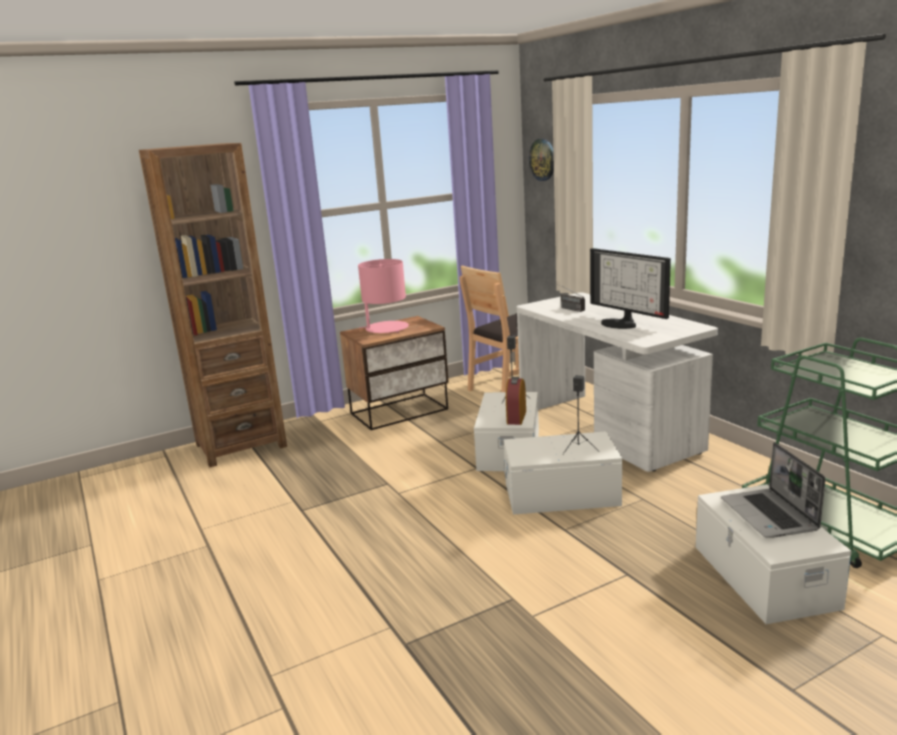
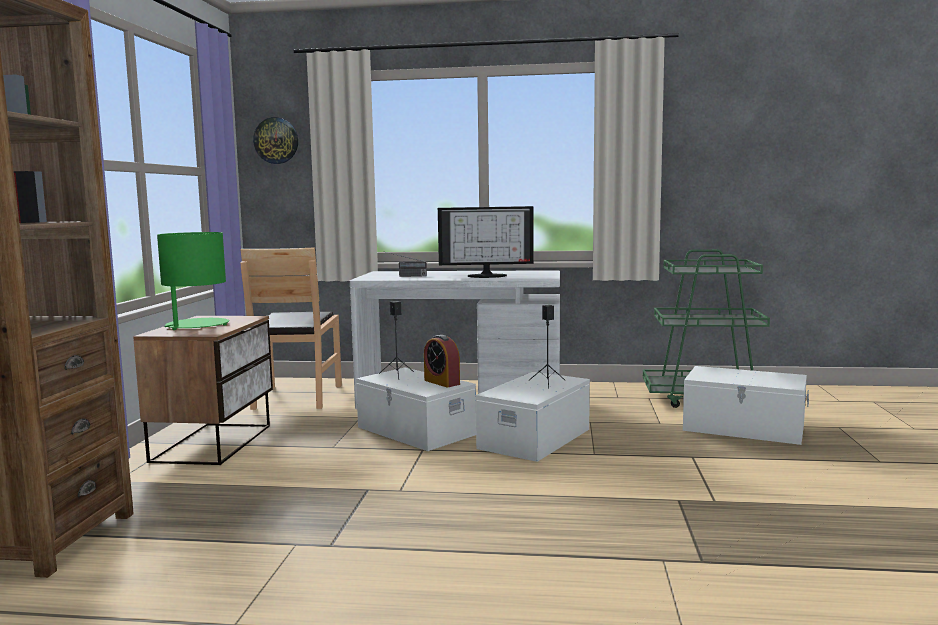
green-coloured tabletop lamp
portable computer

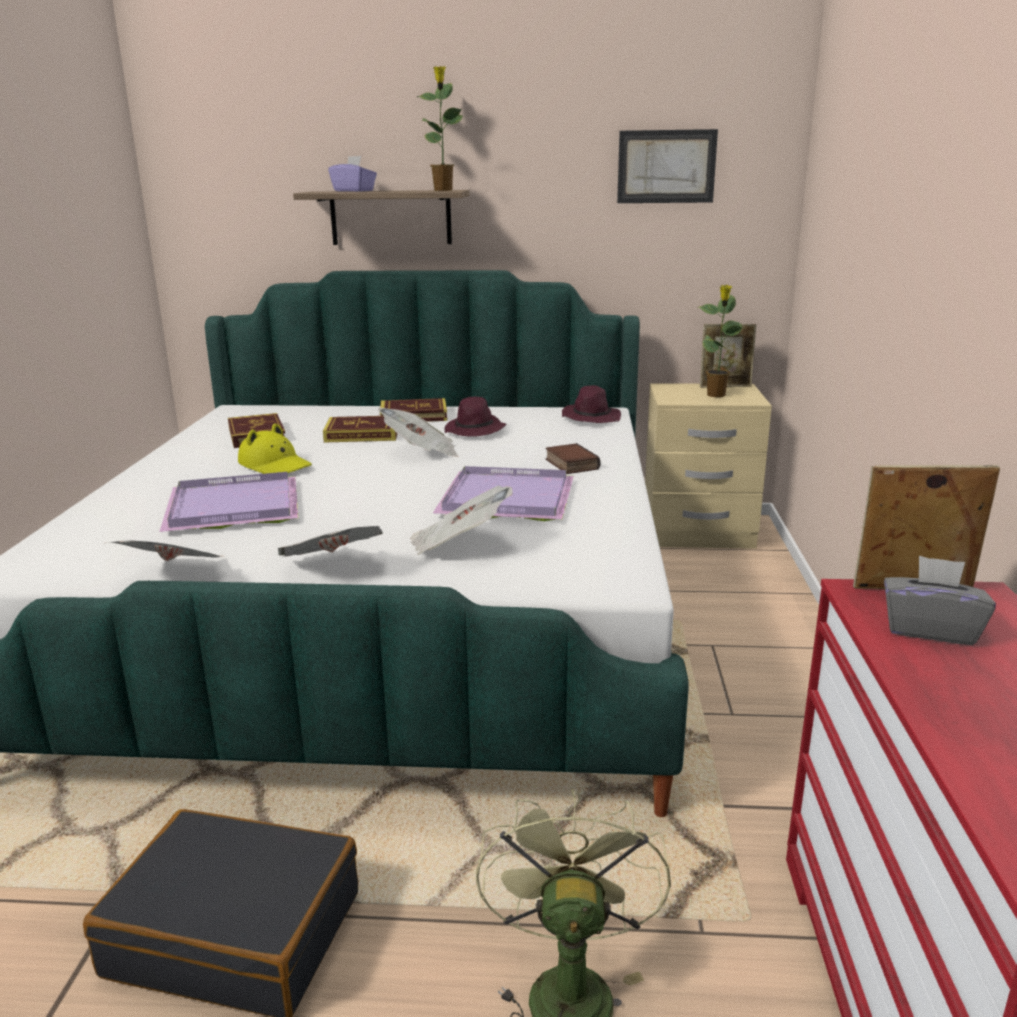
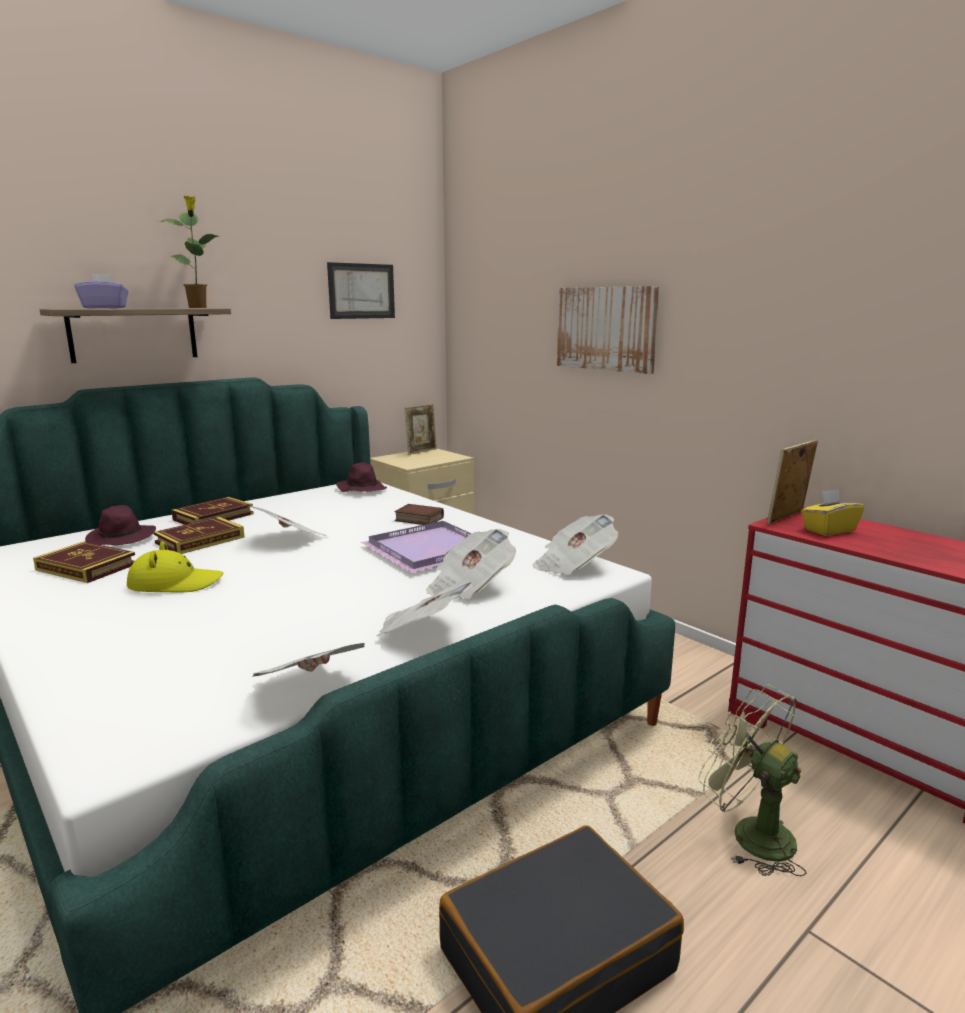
purple-coloured wearable hat (1st from left)
newspaper (5th from left)
wall art (2nd from left)
yellow-coloured tissue holder
purple-coloured carrying tray (1st from left in the first image)
houseplant (2nd from left in the first image)

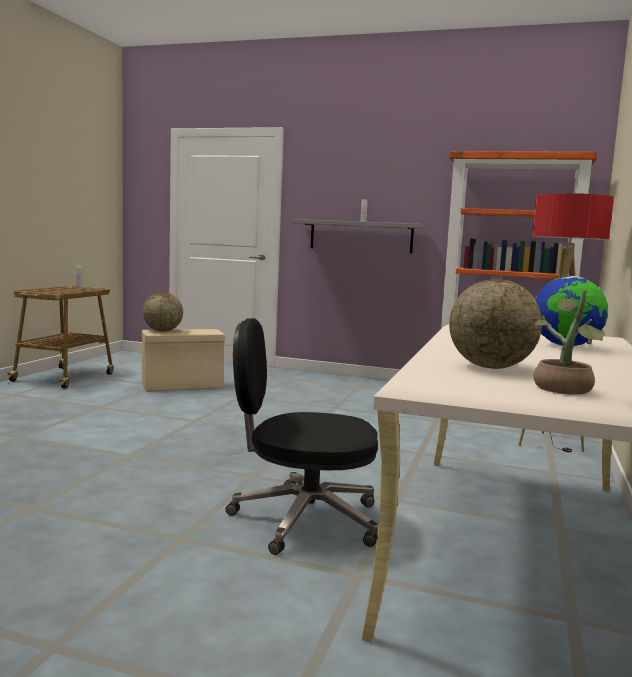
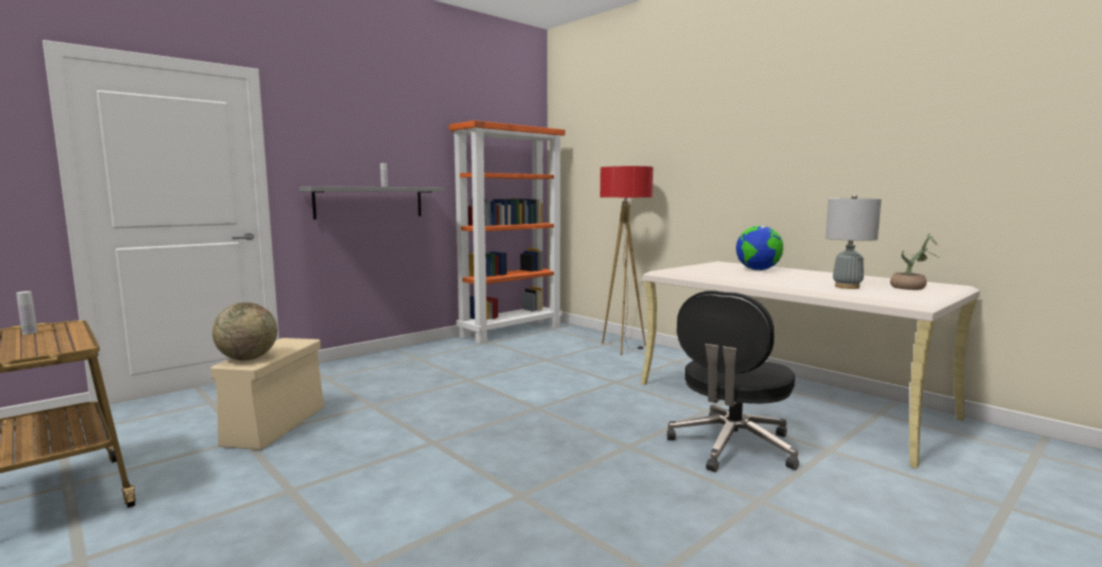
gray tabletop lamp

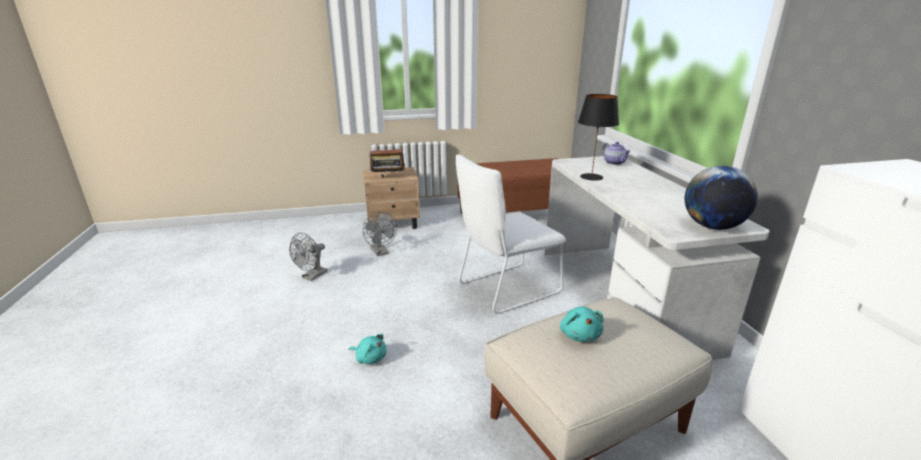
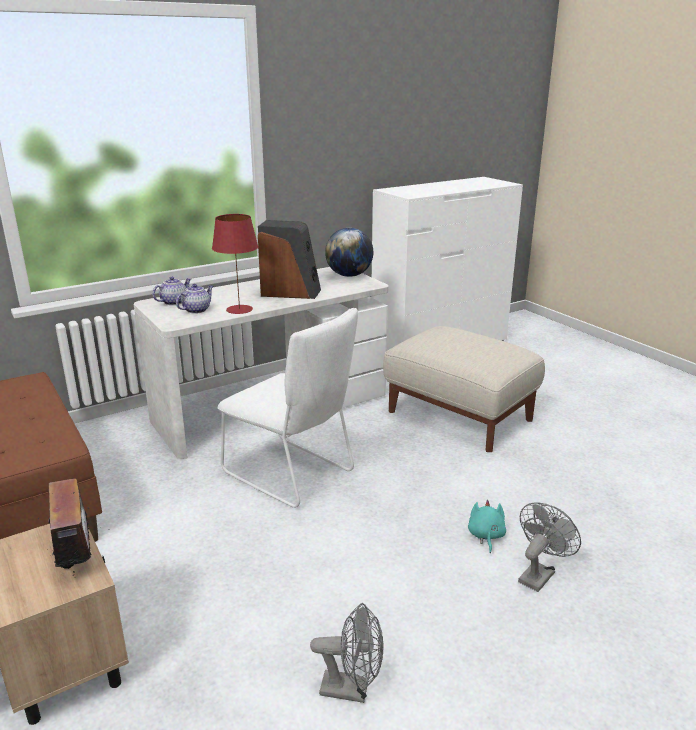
pot for tea (2nd from left)
red-coloured tabletop lamp
loudspeaker
gray electric fan (2nd from left)
turquoise-coloured cuddly toy (2nd from left in the first image)

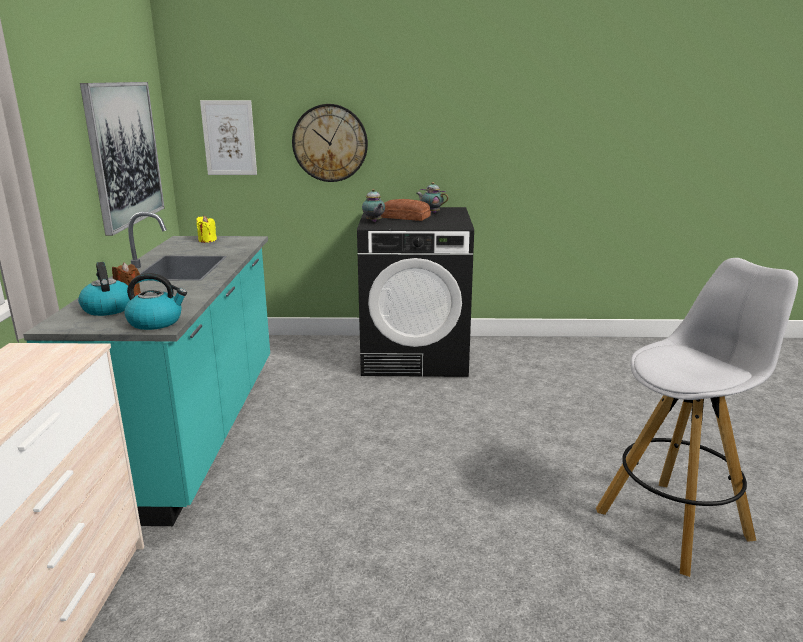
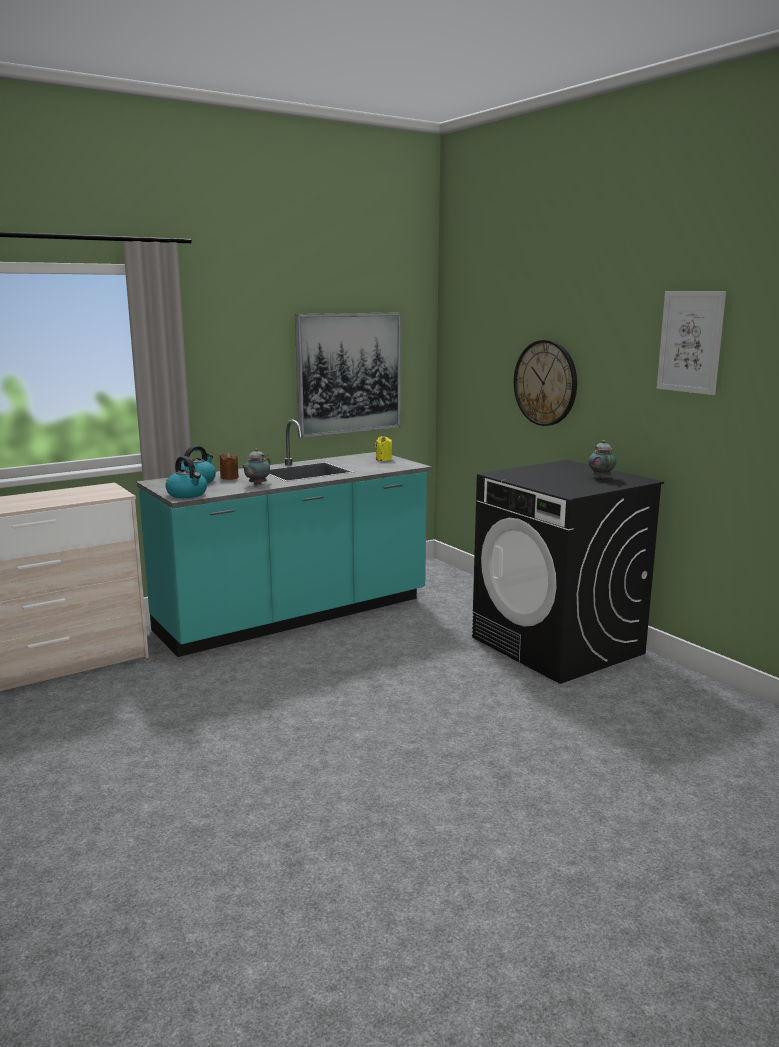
pot for tea (1st from left)
wall art (2nd from left)
bread
white-coloured stool

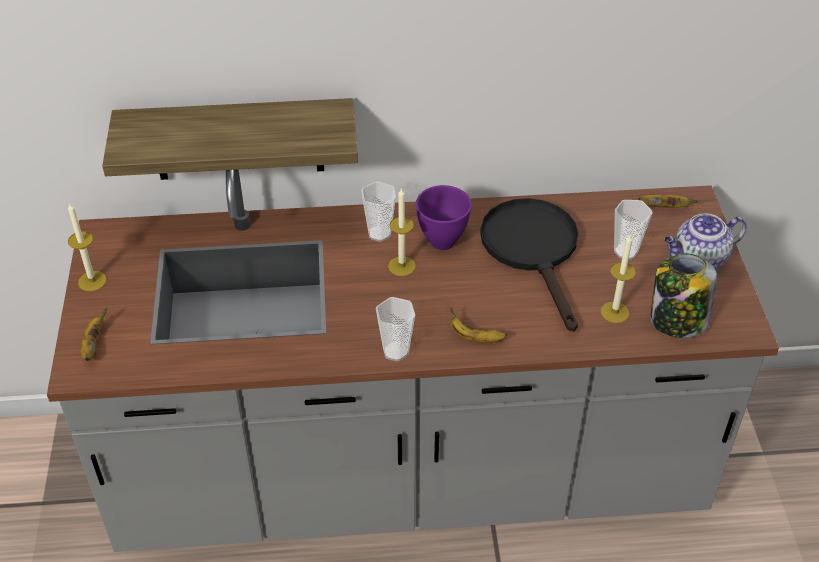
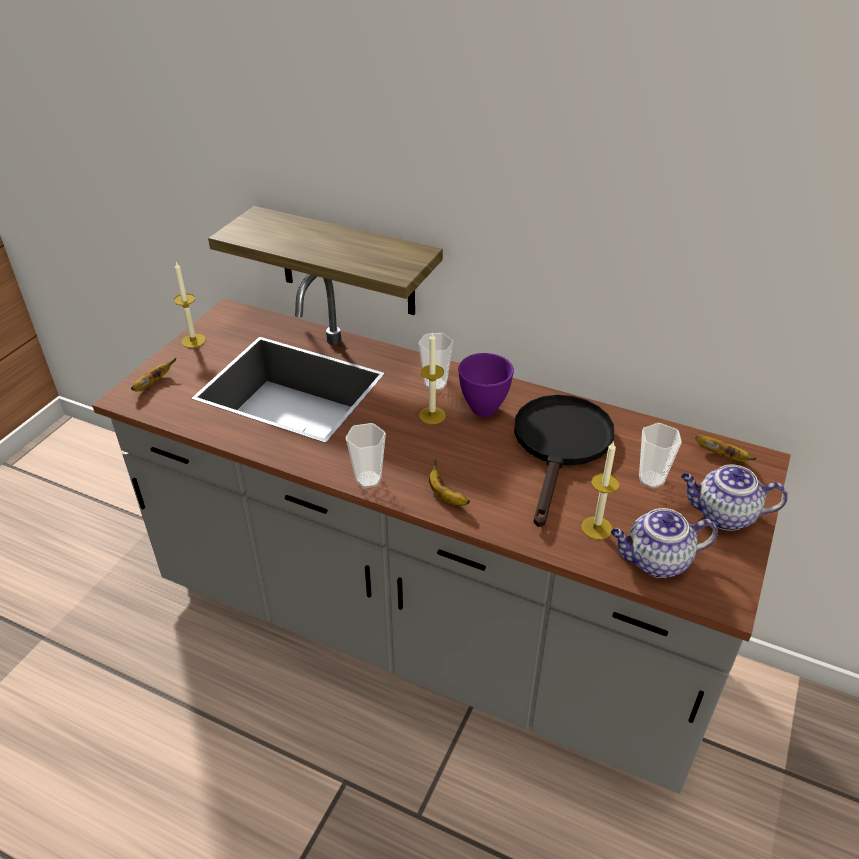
pot for tea (1st from left)

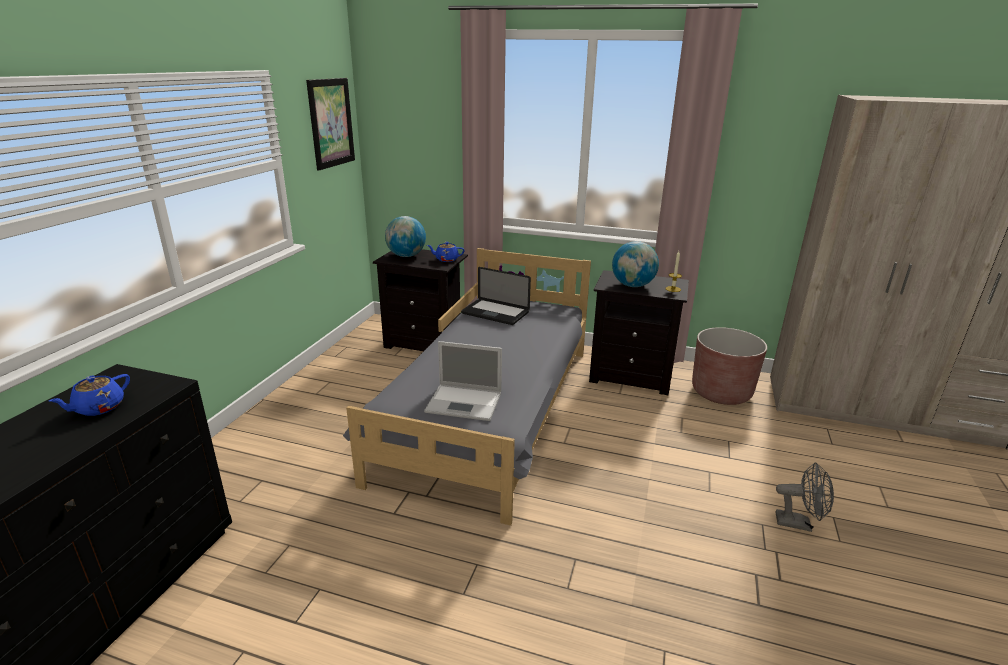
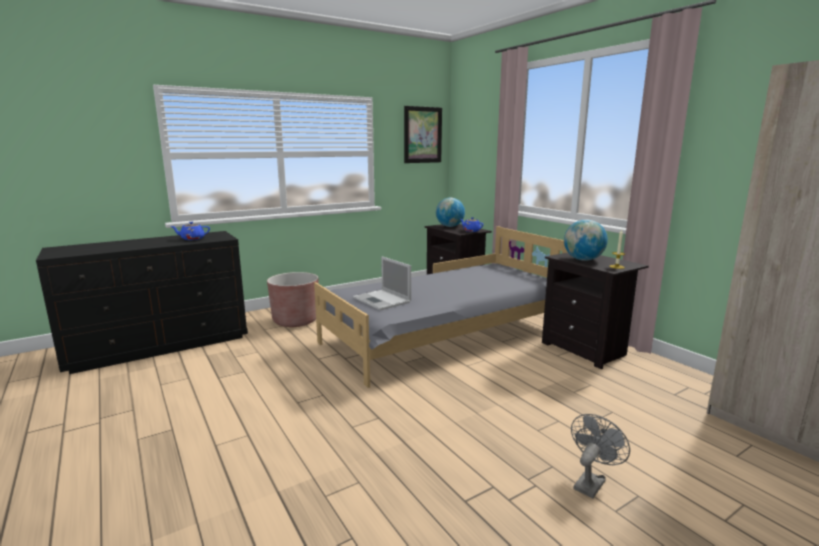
brown-coloured planter
gray electric fan
portable computer (2nd from left in the first image)

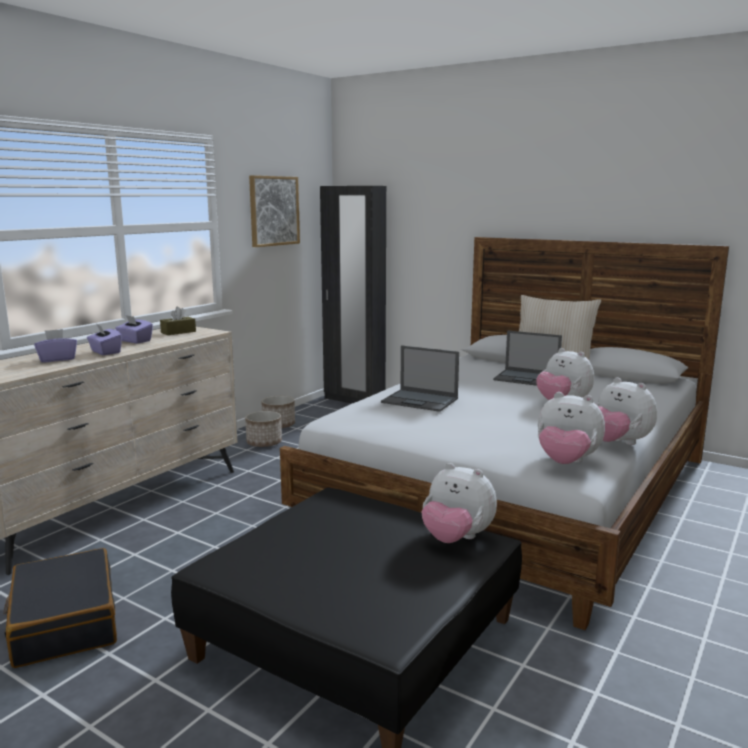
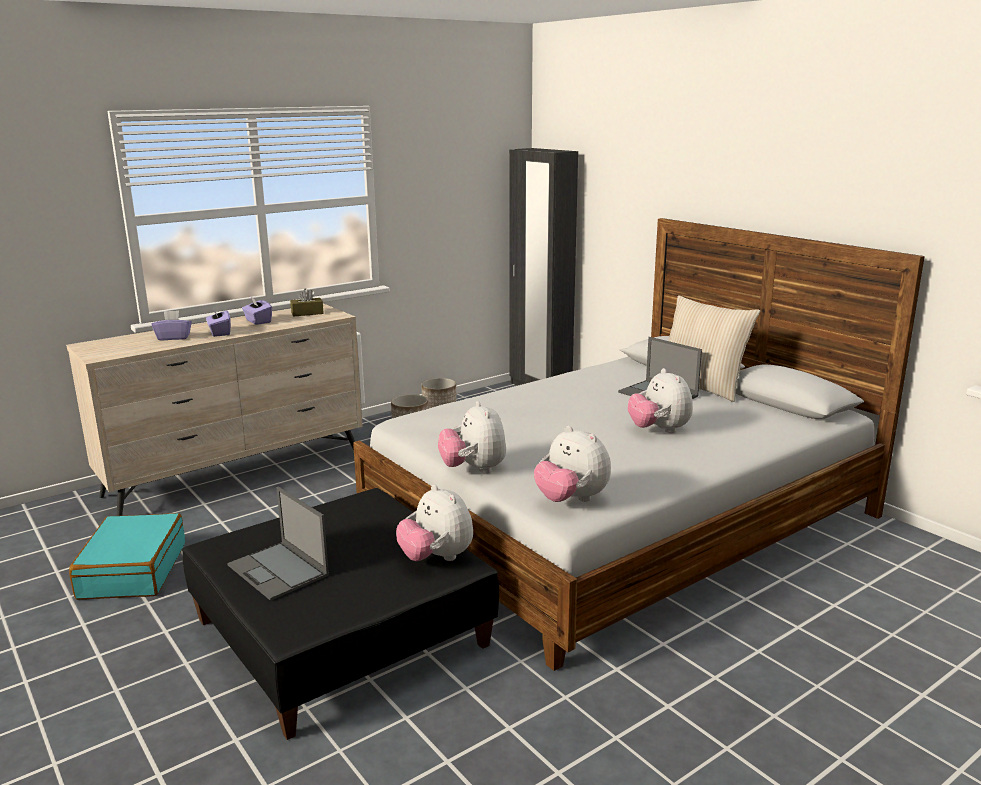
turquoise-coloured piece of luggage
portable computer (1st from left)
cuddly toy (2nd from left)
wall art

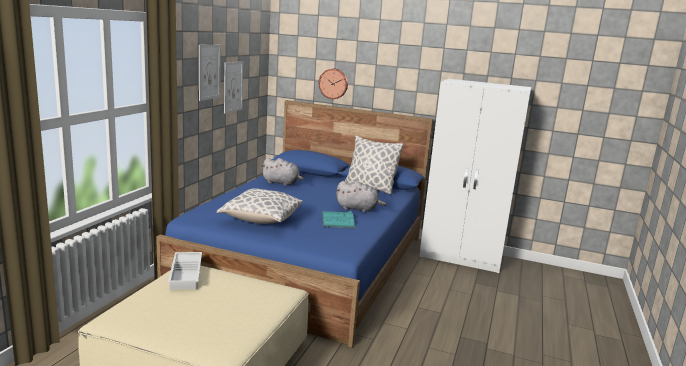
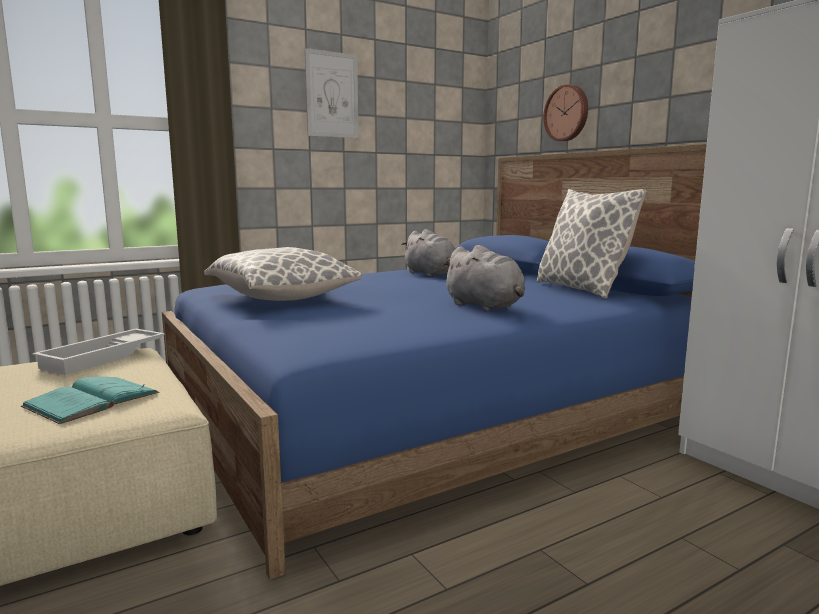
turquoise-coloured book
wall art (2nd from left in the first image)

